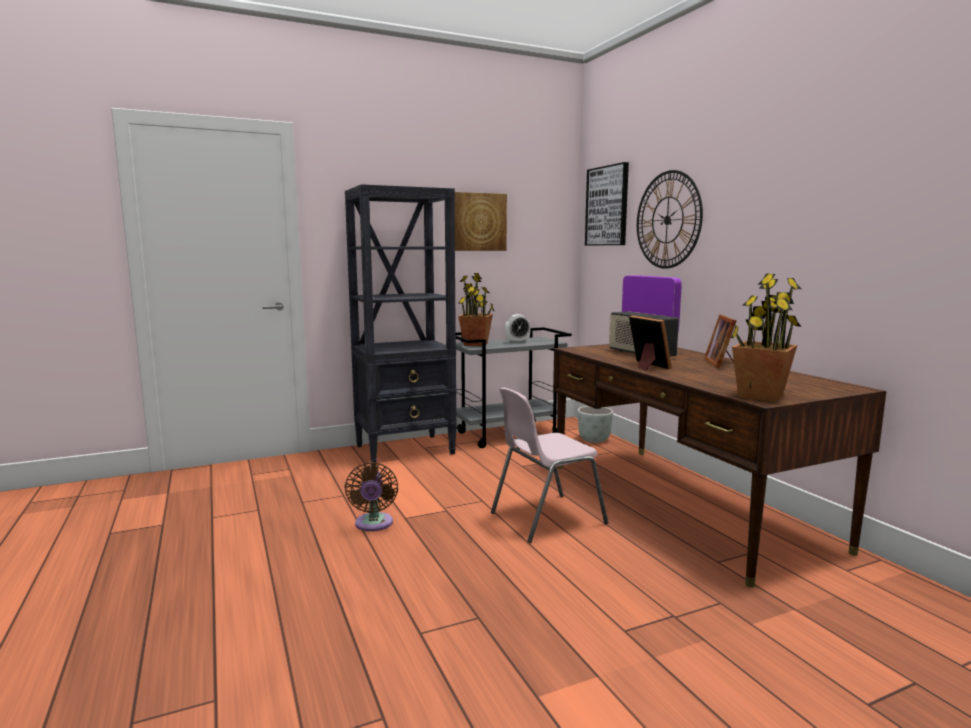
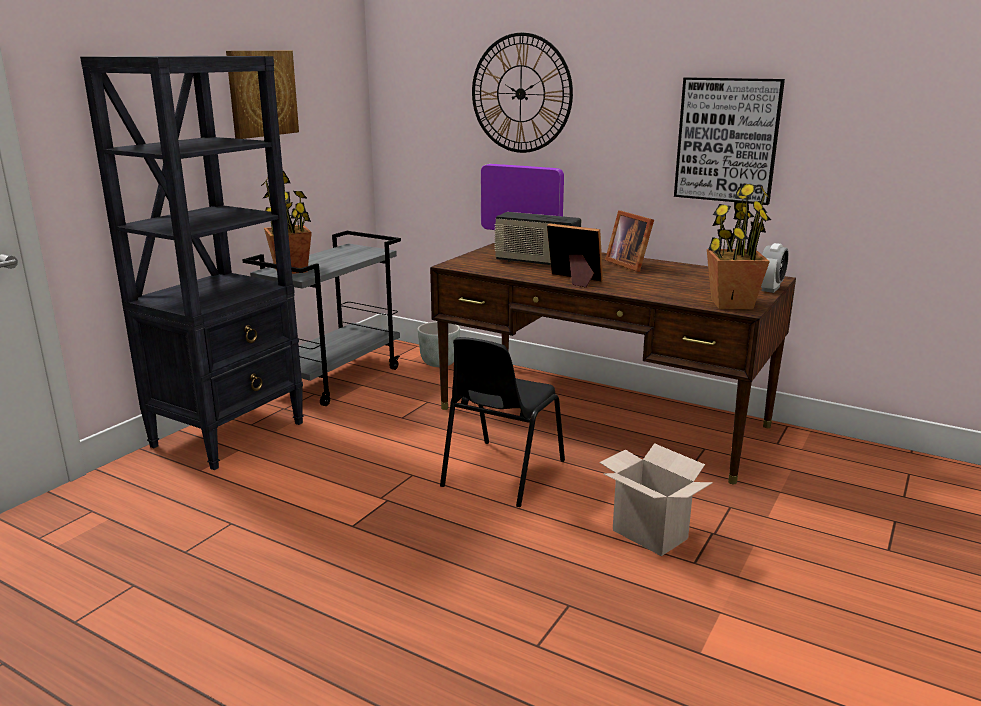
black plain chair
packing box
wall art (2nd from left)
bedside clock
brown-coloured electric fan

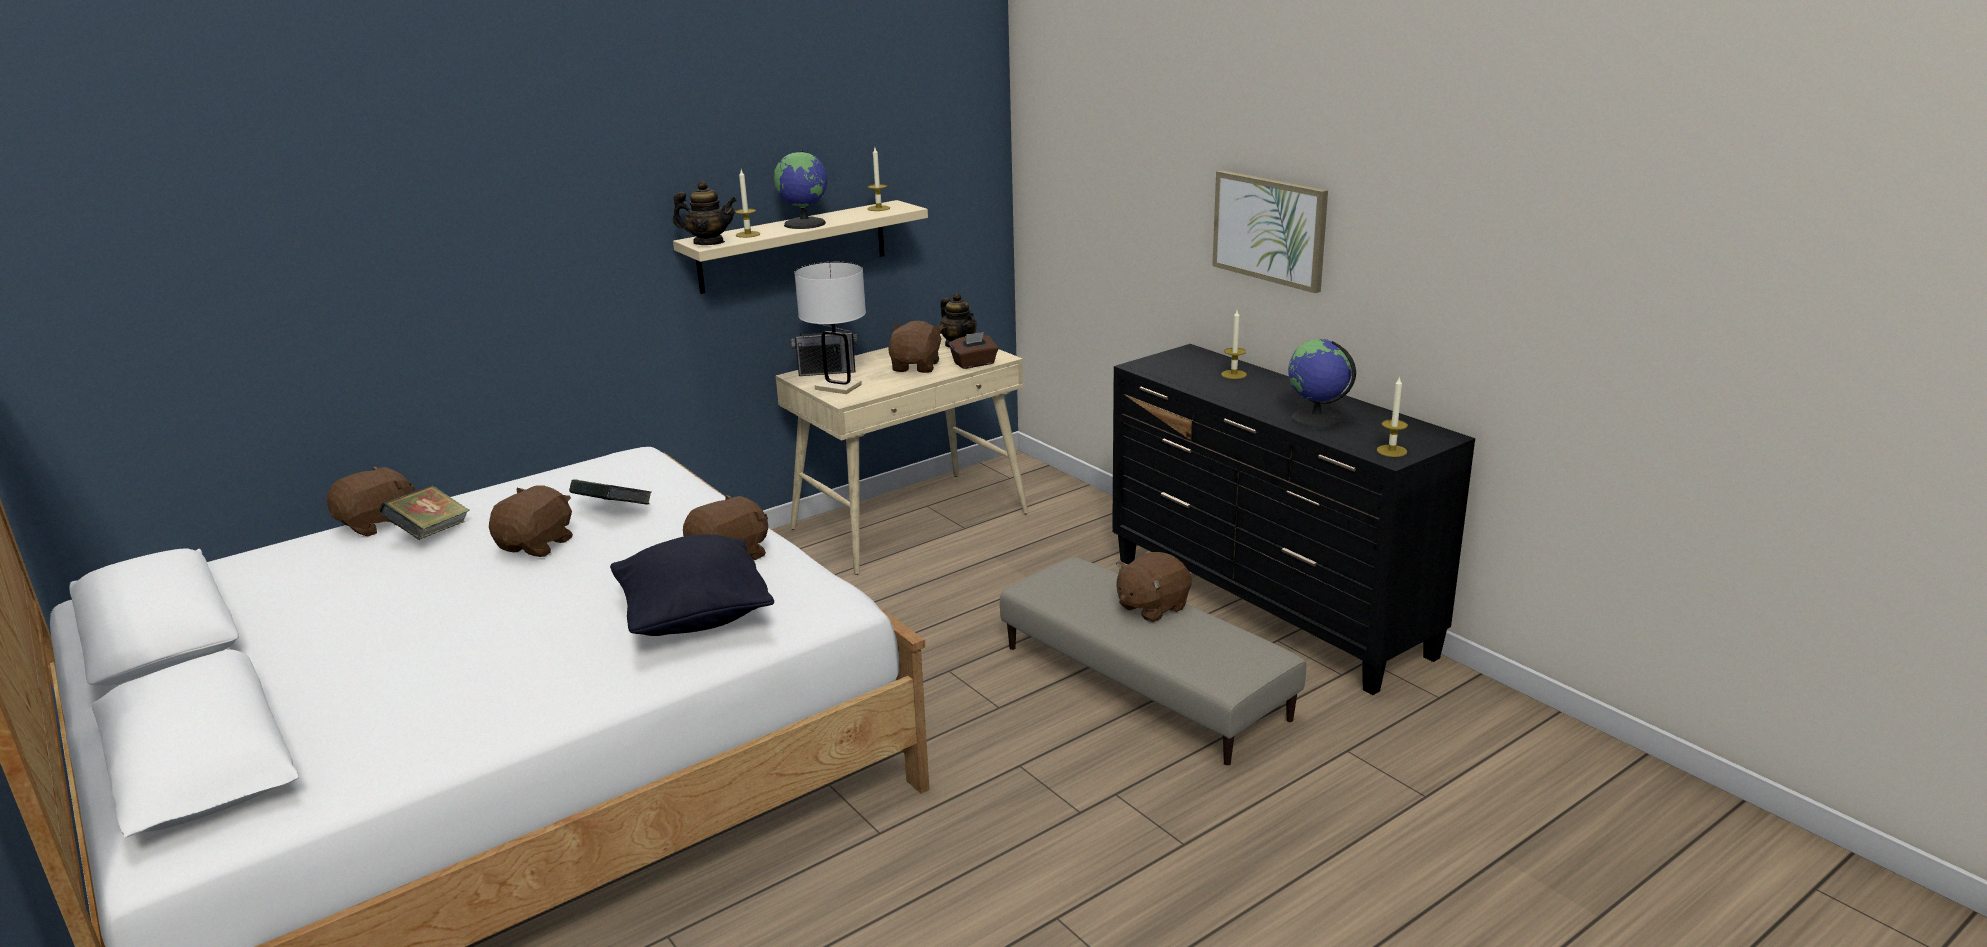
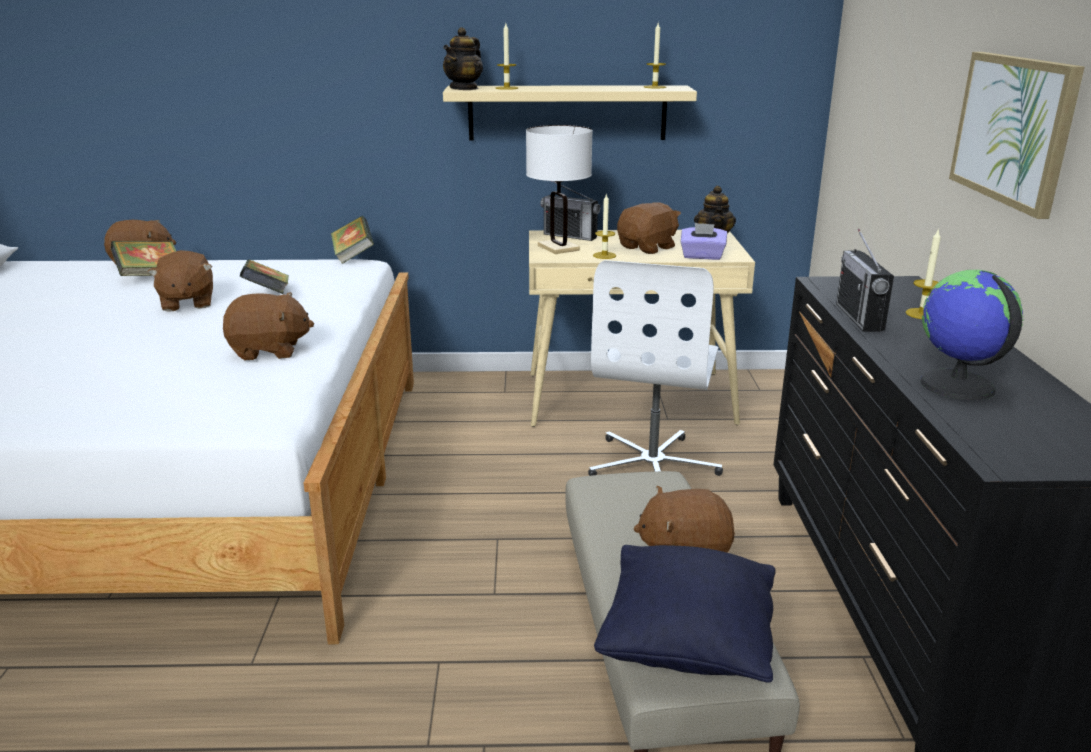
brown-coloured cuddly toy (2nd from left)
book (3rd from left)
pot for tea (1st from left)
white-coloured office chair
wax light (2nd from left)
black throw pillow
purple-coloured tissue holder
radio (2nd from left)
globe (1st from left in the first image)

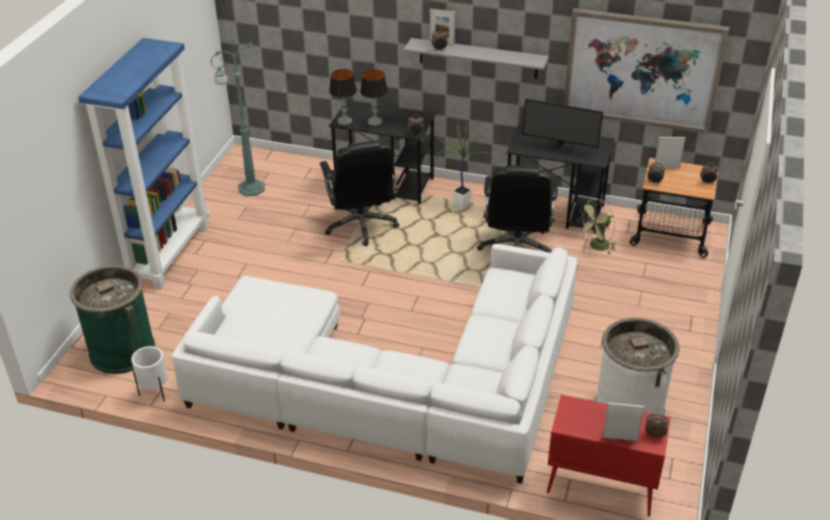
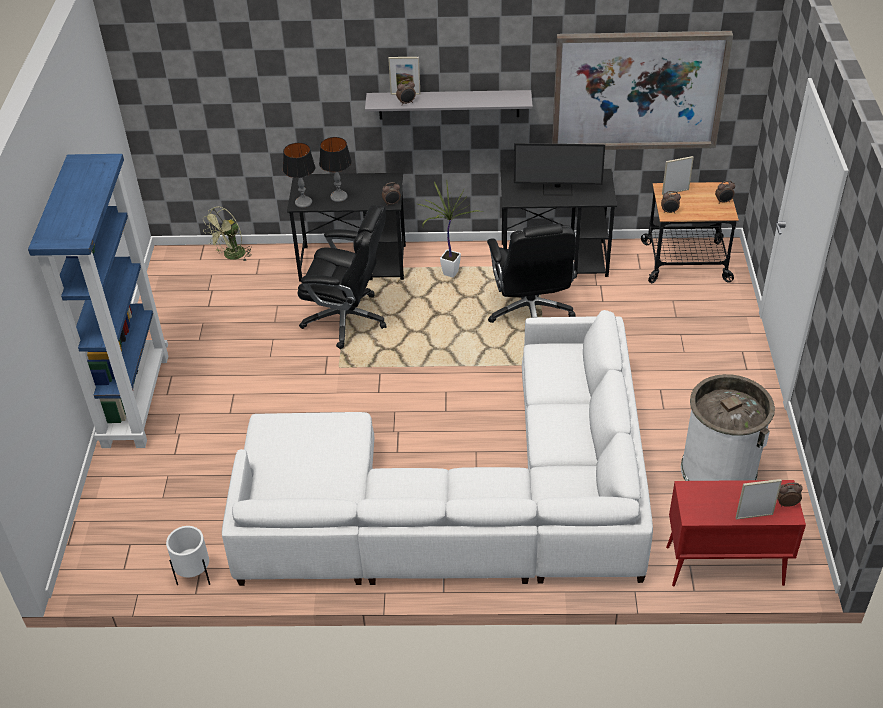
green-coloured electric fan
black office chair (1st from left)
green-coloured trash can
green-coloured standard lamp

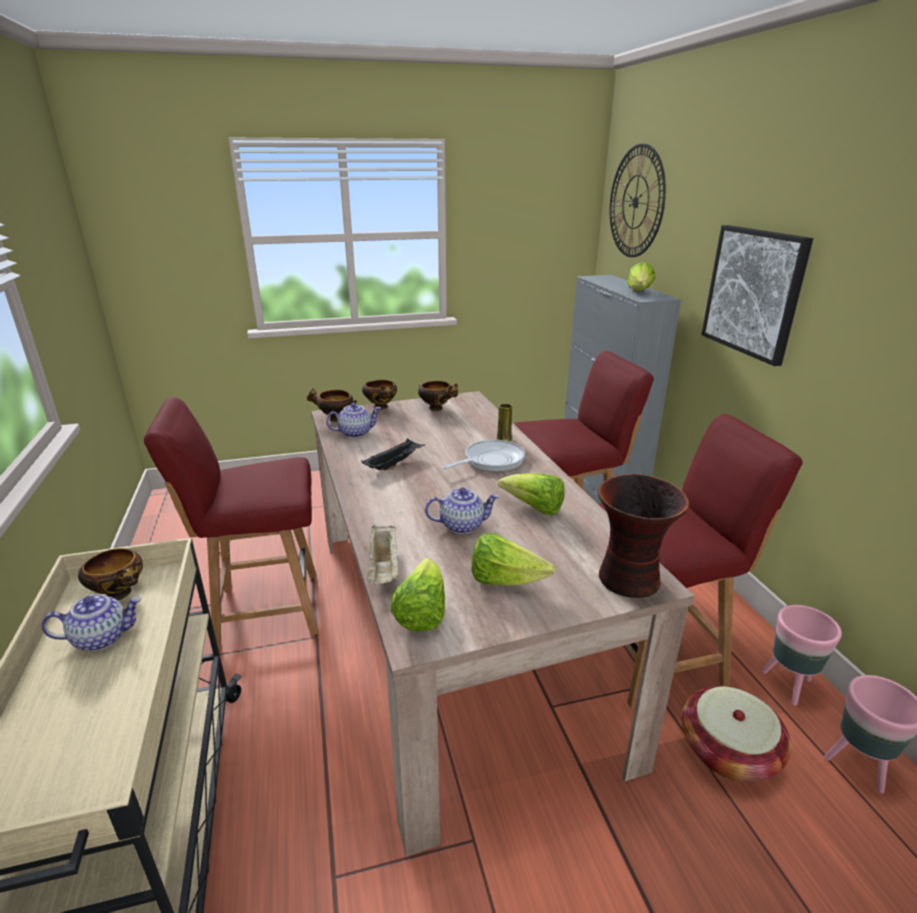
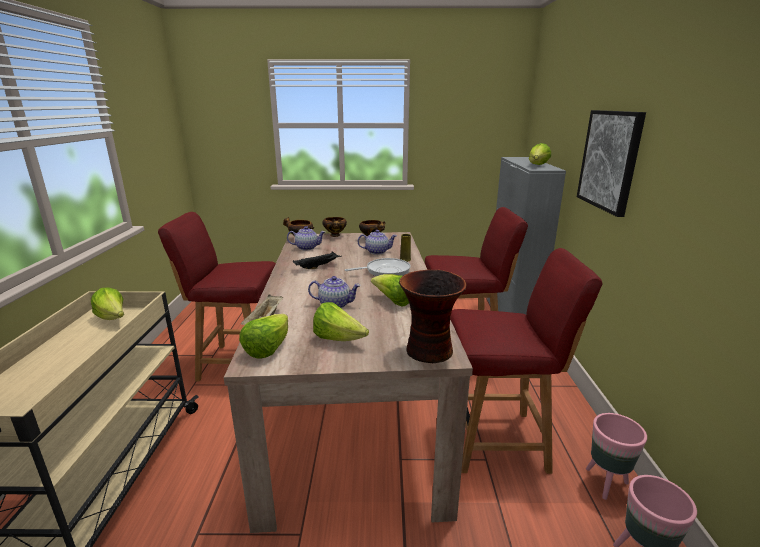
lettuce head (1st from left)
pot for tea (3rd from left)
clock on the wall
basket

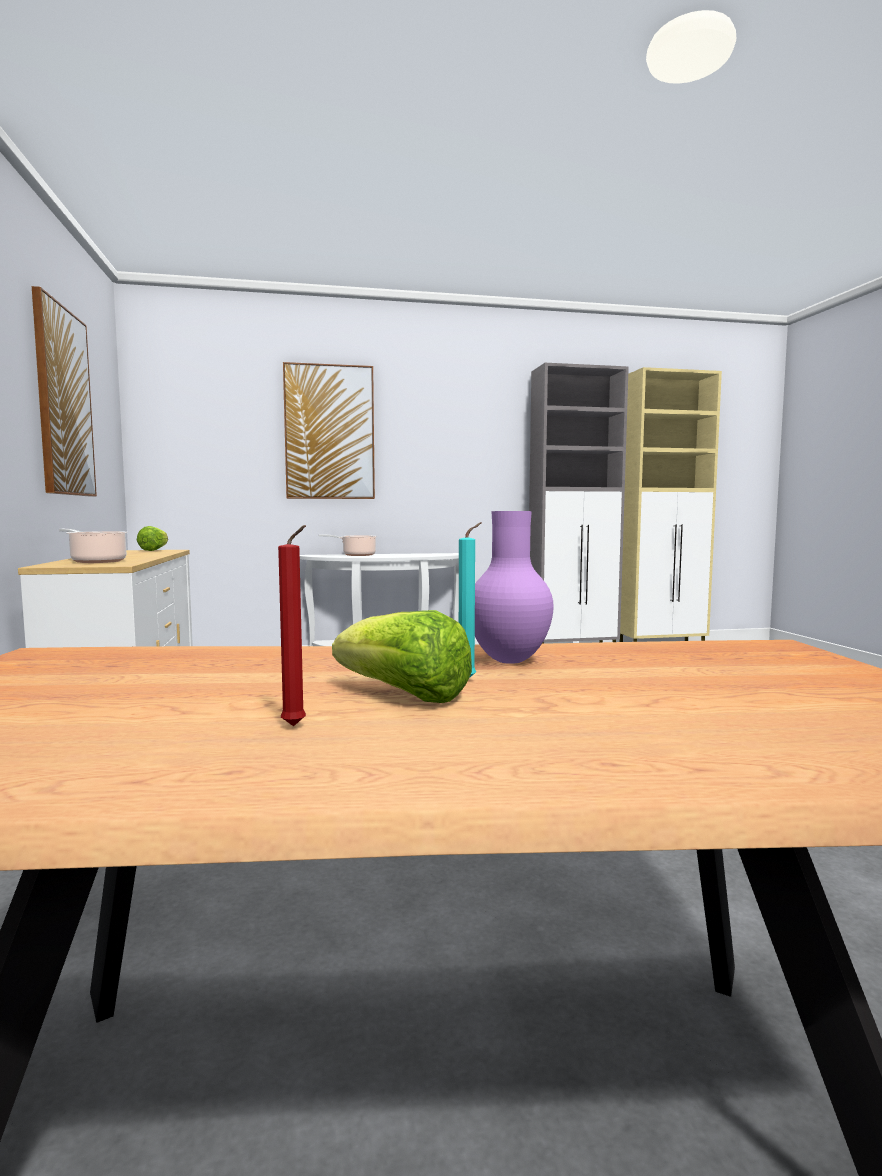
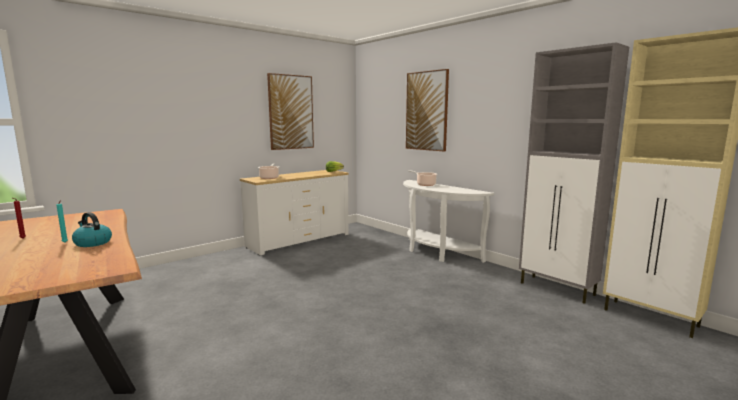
water kettle
lettuce head (2nd from left in the first image)

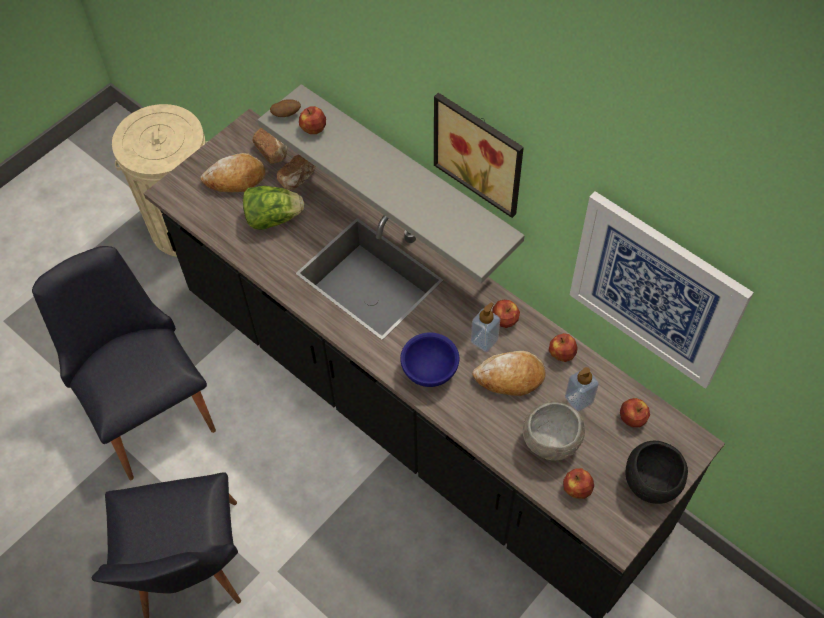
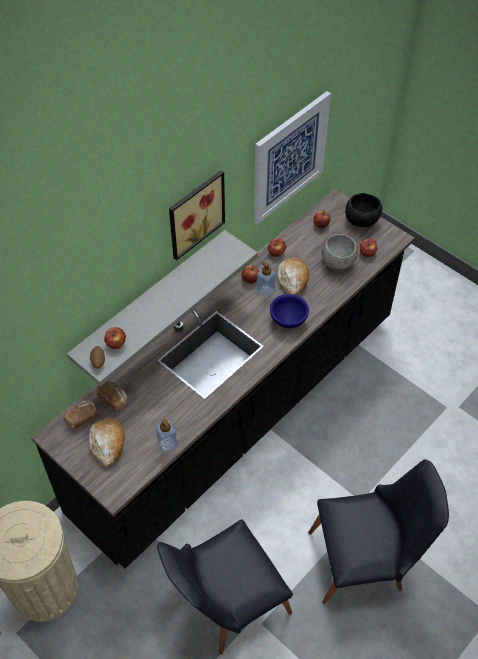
liquid soap bottle (1st from left)
lettuce head

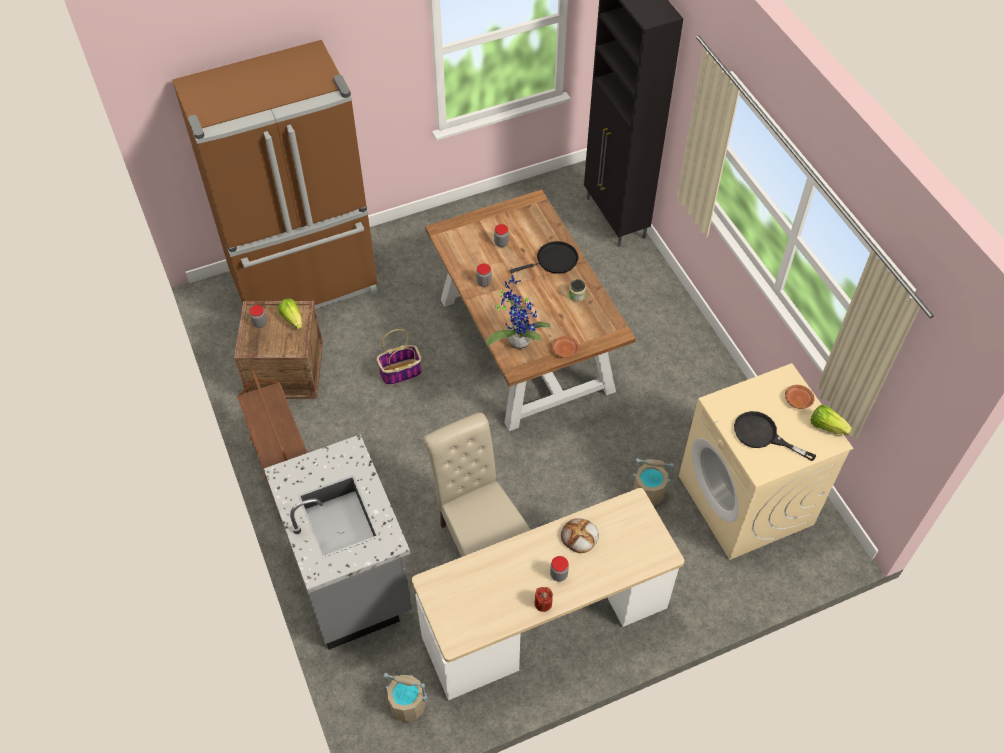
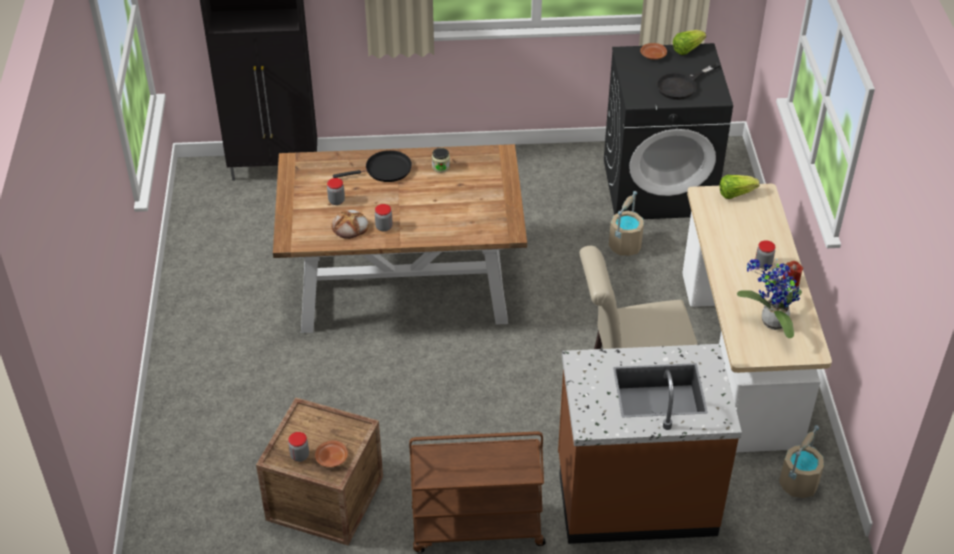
brown-coloured plate (1st from left)
bread
black pan (1st from left)
brown-coloured counter
black washing machine
lettuce head (2nd from left)
houseplant
brown-coloured fridge
basket

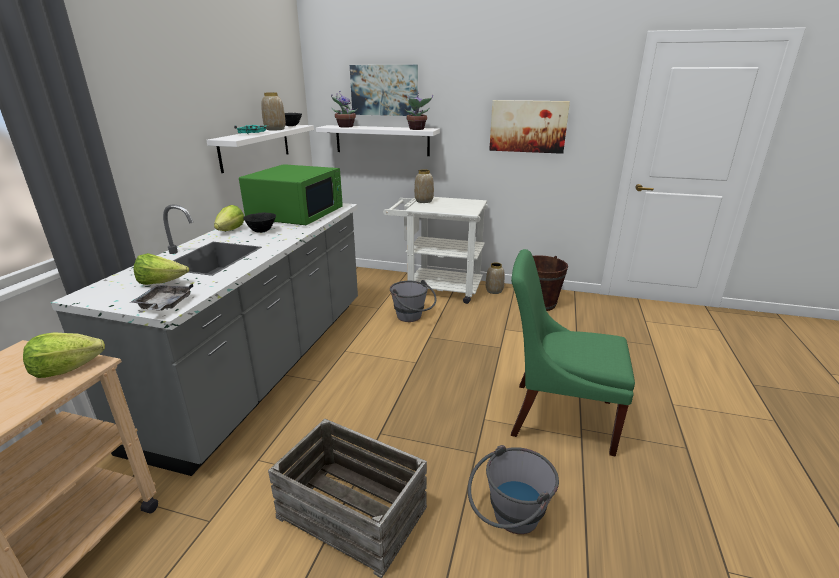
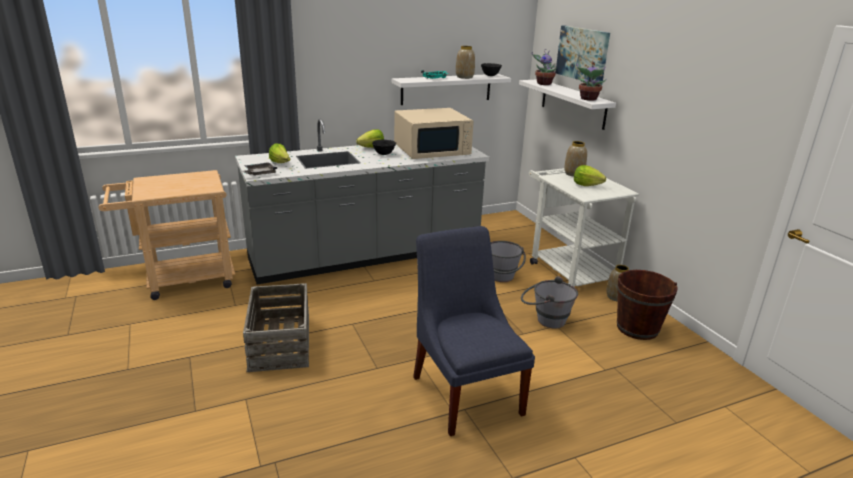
beige kitchen microwave
blue-coloured plain chair
gray bucket (2nd from left)
lettuce head (3rd from left)
wall art (2nd from left in the first image)

